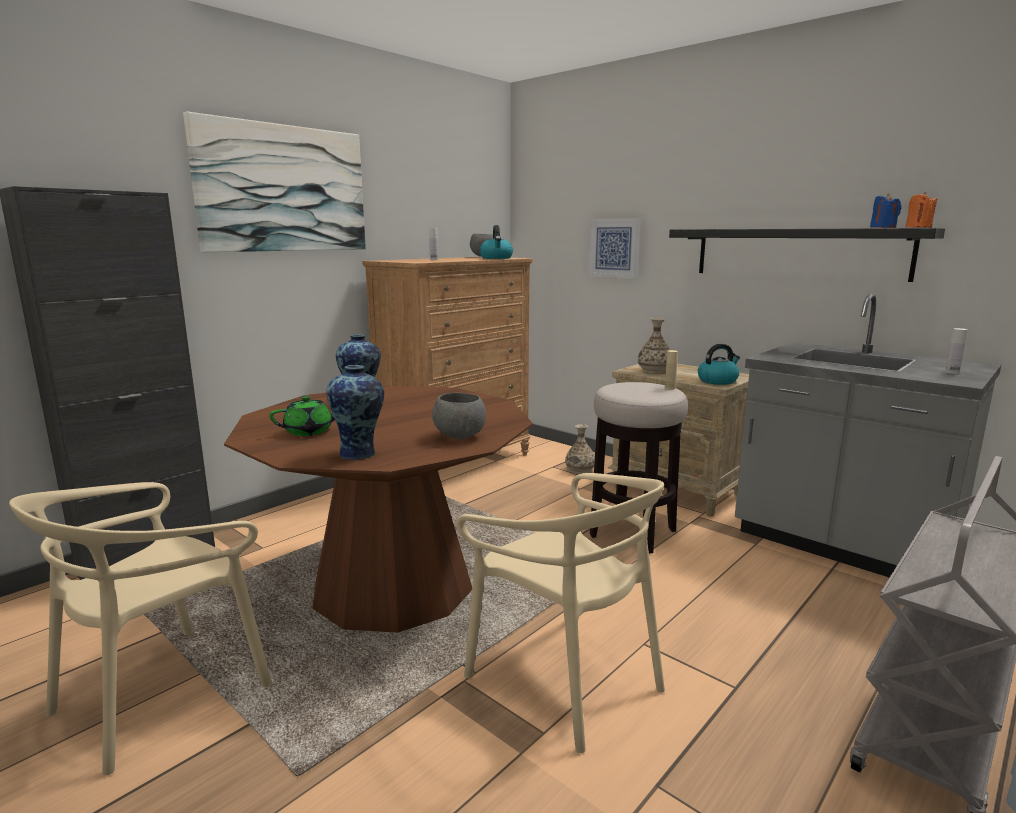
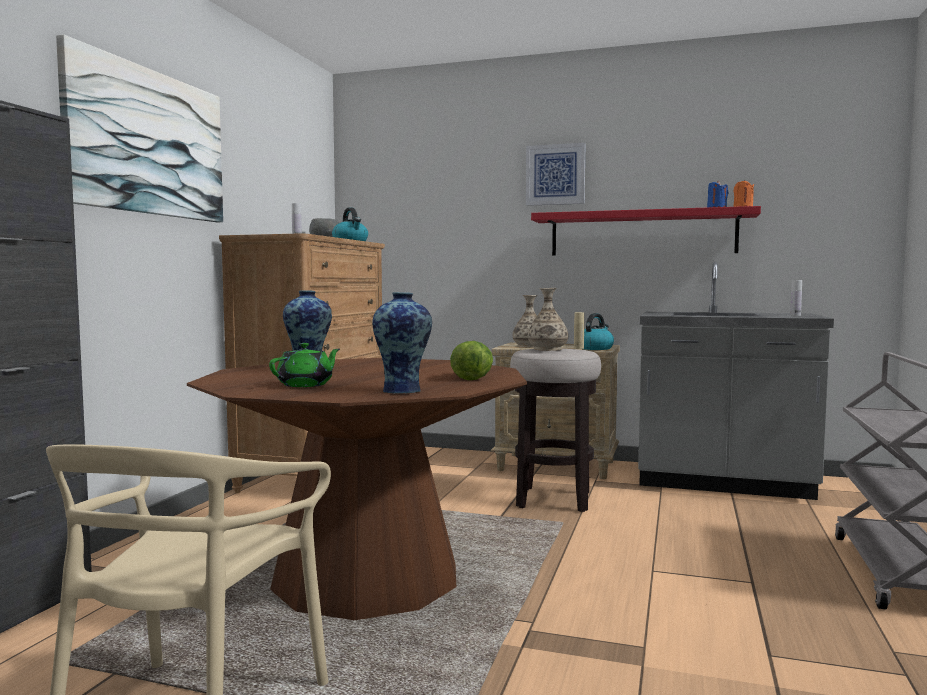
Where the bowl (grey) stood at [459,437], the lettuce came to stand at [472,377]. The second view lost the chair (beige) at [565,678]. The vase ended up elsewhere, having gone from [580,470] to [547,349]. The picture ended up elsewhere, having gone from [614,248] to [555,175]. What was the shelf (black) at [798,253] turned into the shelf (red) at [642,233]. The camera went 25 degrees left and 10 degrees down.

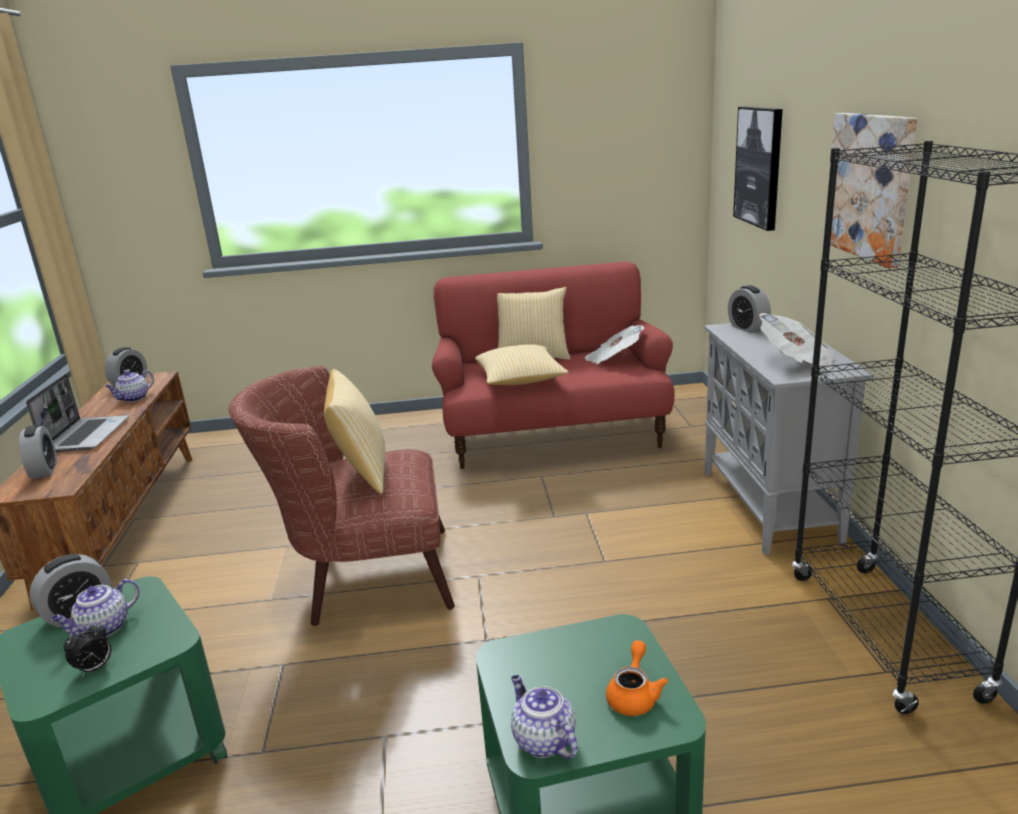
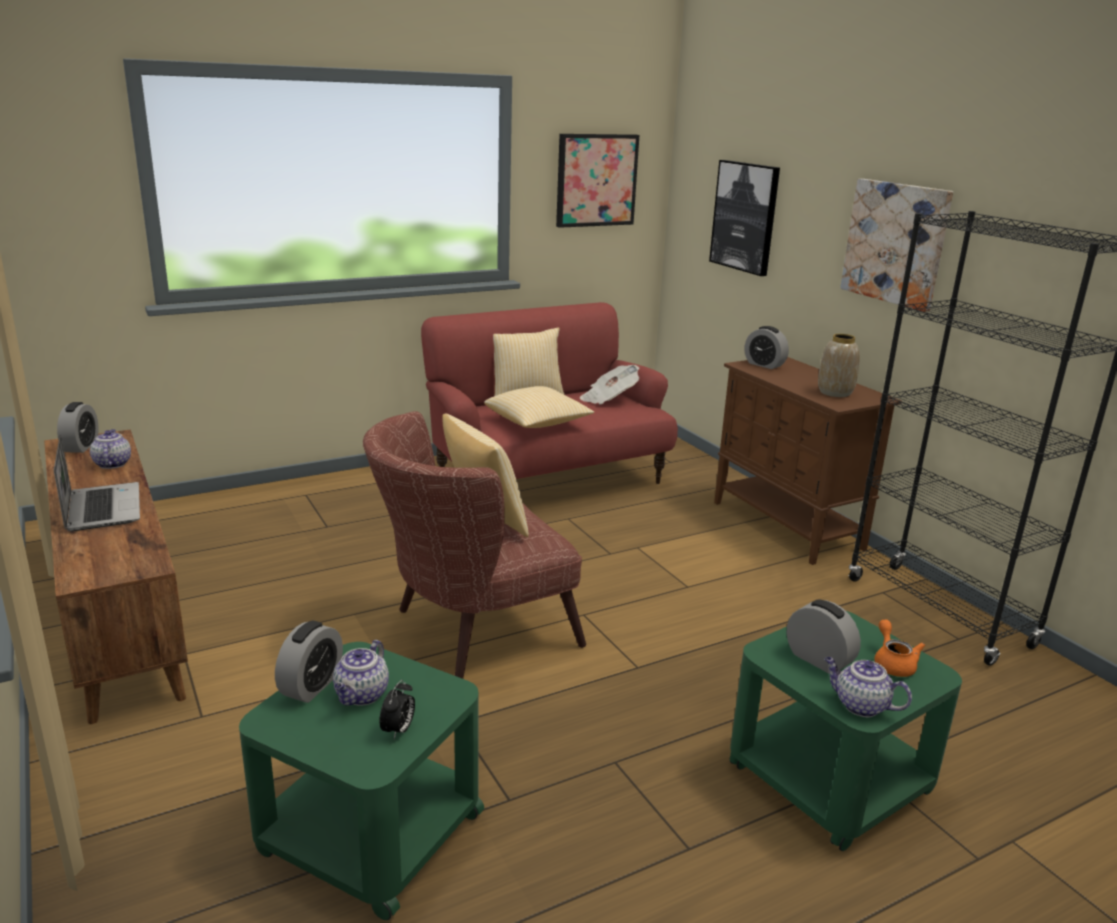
The alarm clock ended up elsewhere, having gone from [44,470] to [818,659]. The teapot at [134,398] ended up facing another way, 150 degrees clockwise from before. What was the cabinet (grey) at [770,507] turned into the cabinet (brown) at [788,526]. Where the newspaper stood at [796,362], the vase came to stand at [835,392]. The second view gained the picture at [596,180]. The camera went 25 degrees left and 0 degrees up.

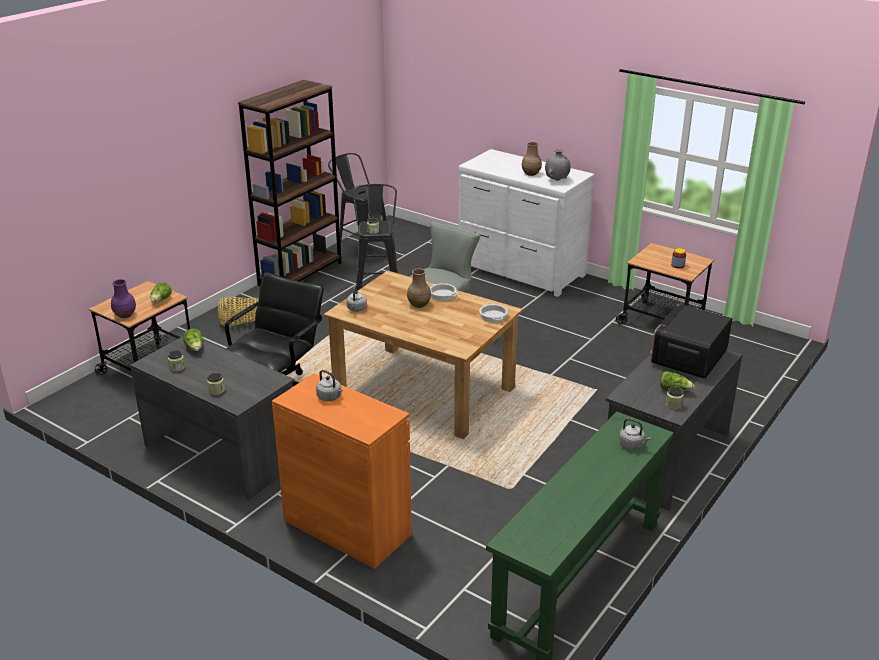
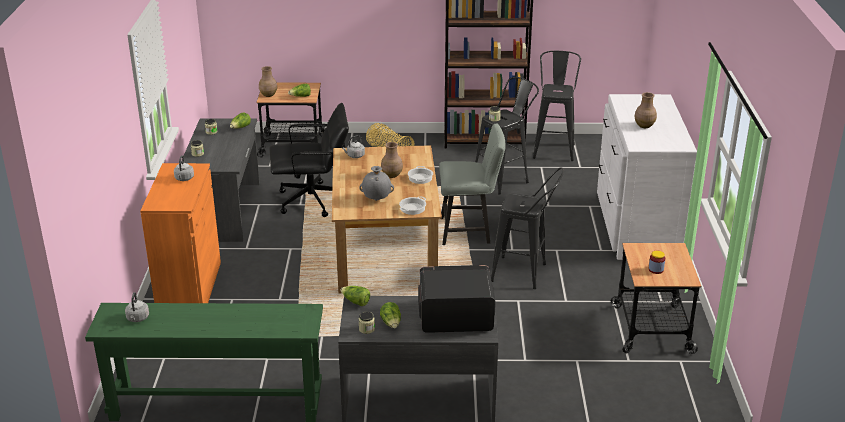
What was the vase (purple) at [125,315] turned into the vase (brown) at [268,95]. The vase (grey) ended up elsewhere, having gone from [557,180] to [377,199]. The kettle (grey) ended up elsewhere, having gone from [632,445] to [137,319]. The second view gained the lettuce at [355,302]. The second view gained the stool (black) at [525,274]. The camera went 55 degrees right and 0 degrees up.

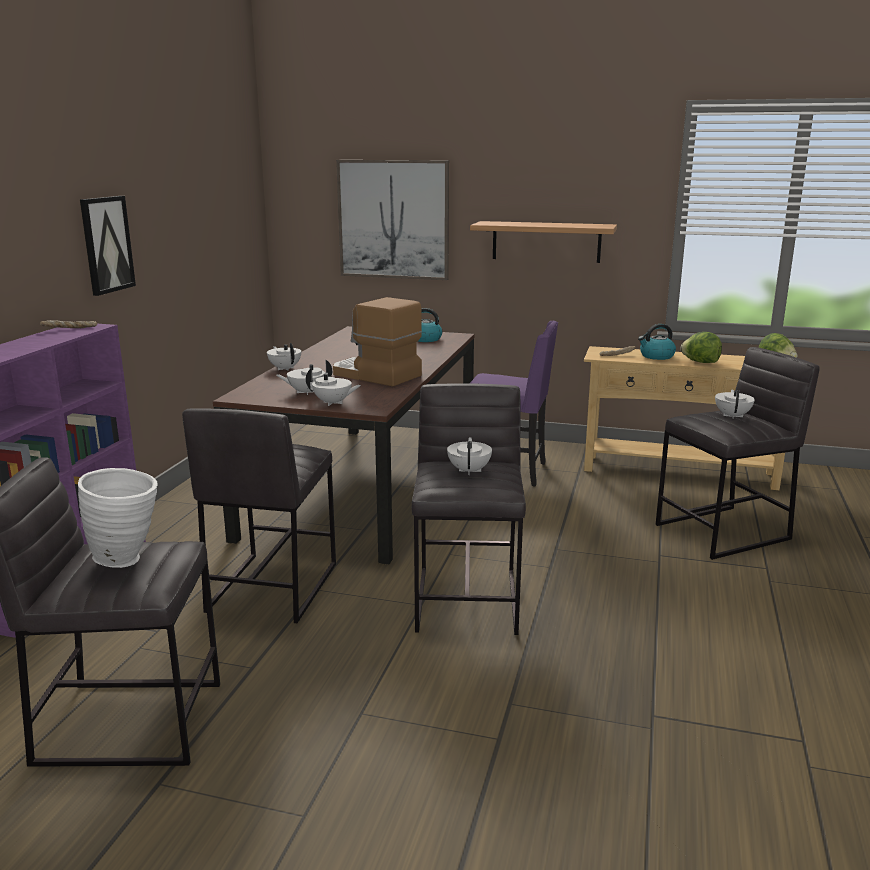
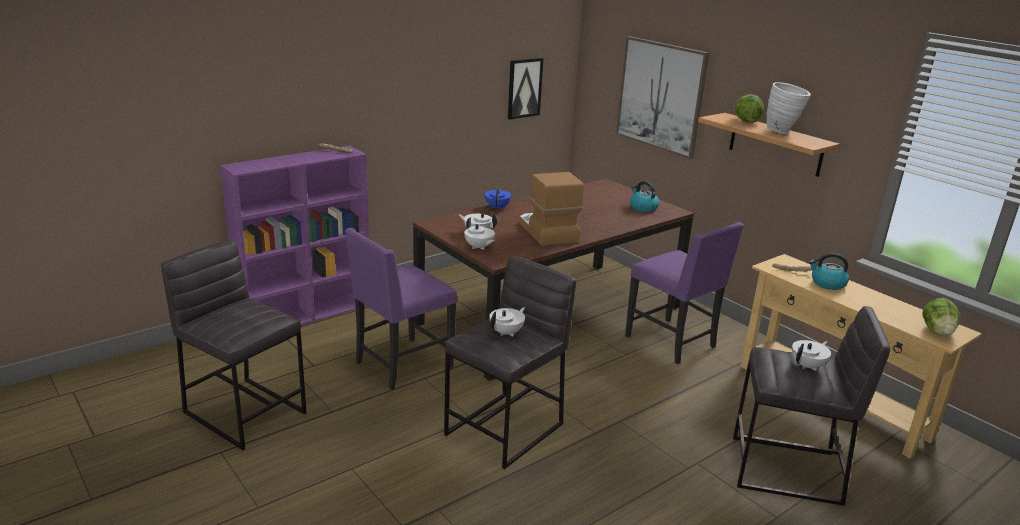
The vase (white) ended up elsewhere, having gone from [128,559] to [783,132]. The picture ended up elsewhere, having gone from [106,244] to [524,88]. Where the stool (grey) stood at [271,587], the chair (purple) came to stand at [401,365]. What was the teapot (white) at [285,368] turned into the teapot (blue) at [497,207]. The lettuce ended up elsewhere, having gone from [700,362] to [745,121]. The camera went 35 degrees right and 5 degrees up.

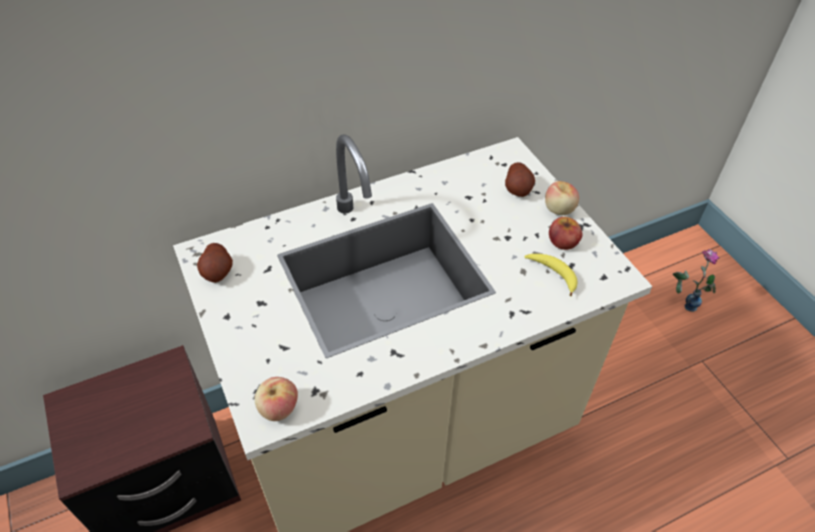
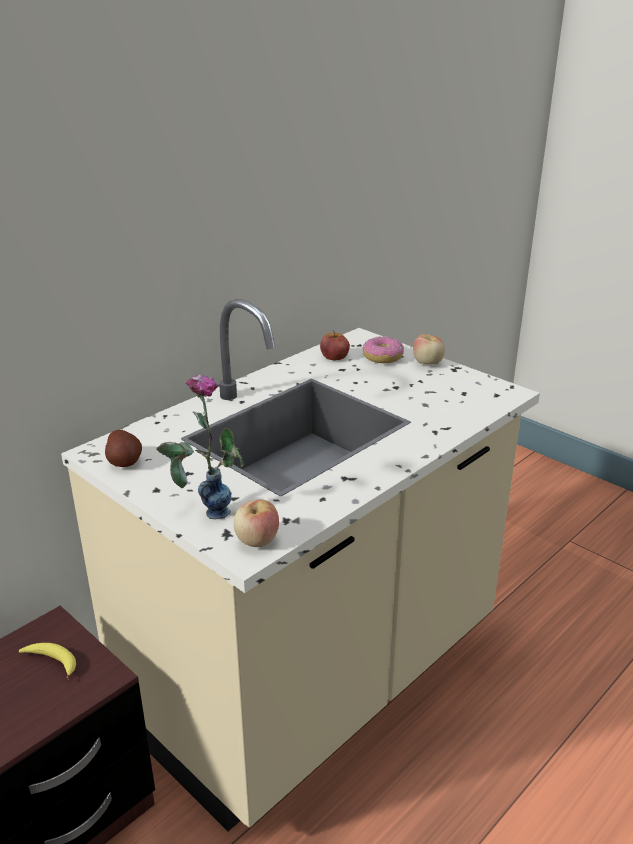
Where the potato stood at [518,189], the donut came to stand at [383,357]. The banana ended up elsewhere, having gone from [553,274] to [52,662]. The apple ended up elsewhere, having gone from [563,241] to [334,356]. The vase ended up elsewhere, having gone from [683,302] to [204,508]. The camera went 20 degrees left and 20 degrees down.

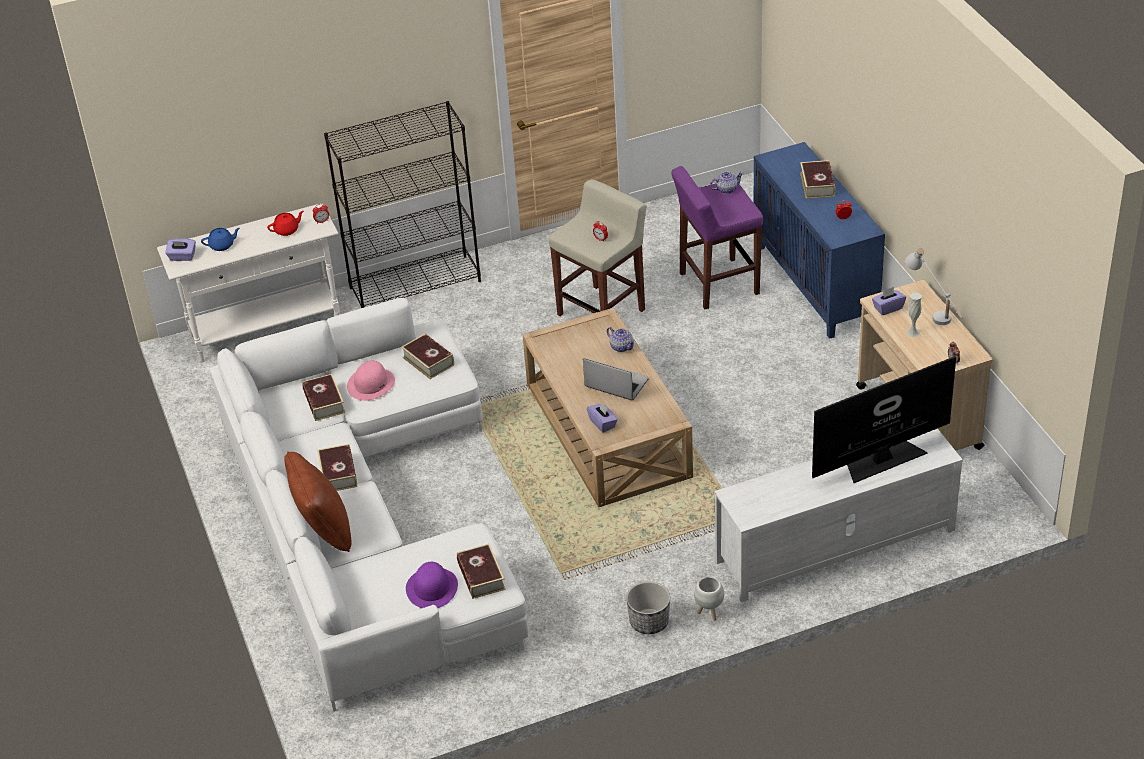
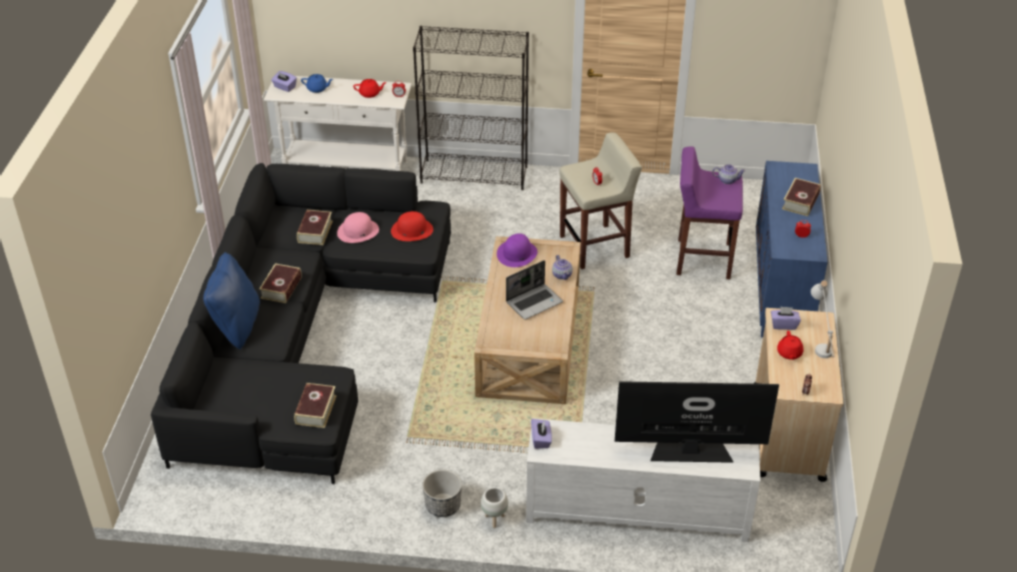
What was the sofa (white) at [365,522] turned into the sofa (black) at [301,335]. What was the pillow (brown) at [324,530] turned into the pillow (blue) at [237,326]. Where the book stood at [428,361], the hat (red) came to stand at [411,230]. The hat (purple) ended up elsewhere, having gone from [432,588] to [517,253]. The laptop at [615,384] ended up facing another way, 90 degrees clockwise from before. The tissue box (purple) ended up elsewhere, having gone from [602,423] to [541,440]. Where the vase (white) stood at [913,332], the teapot (red) came to stand at [789,353]. The camera went 25 degrees right and 0 degrees up.

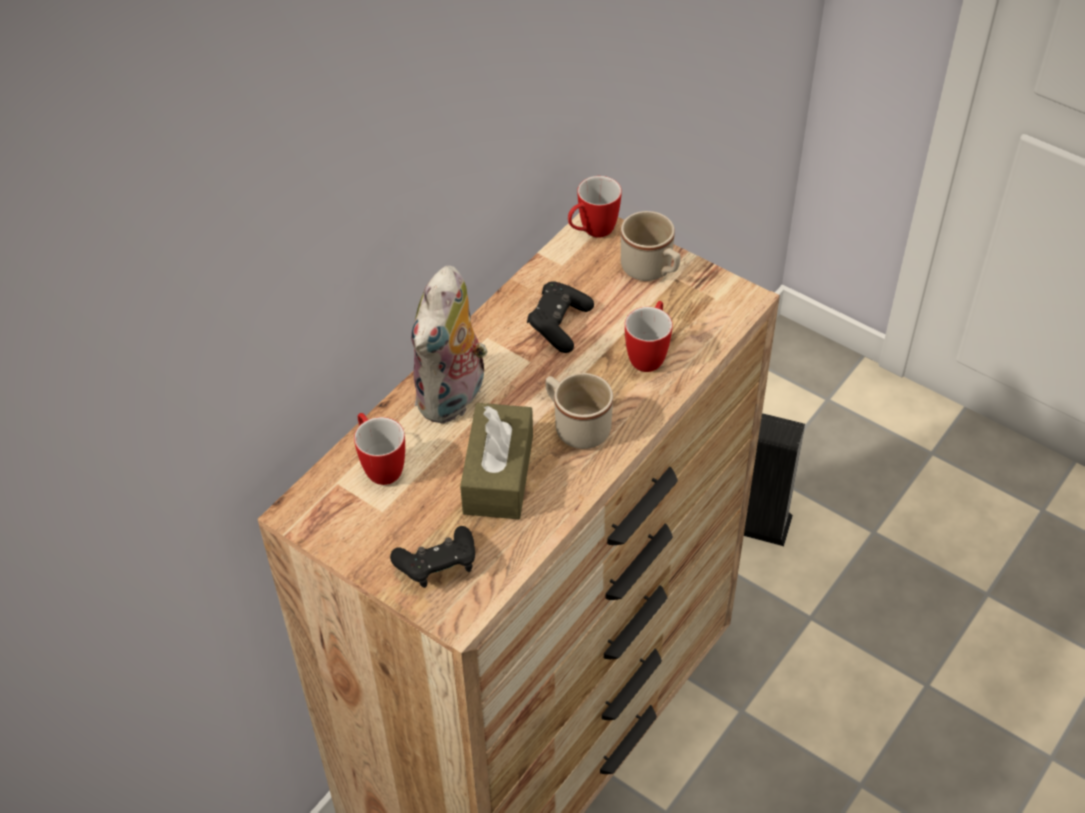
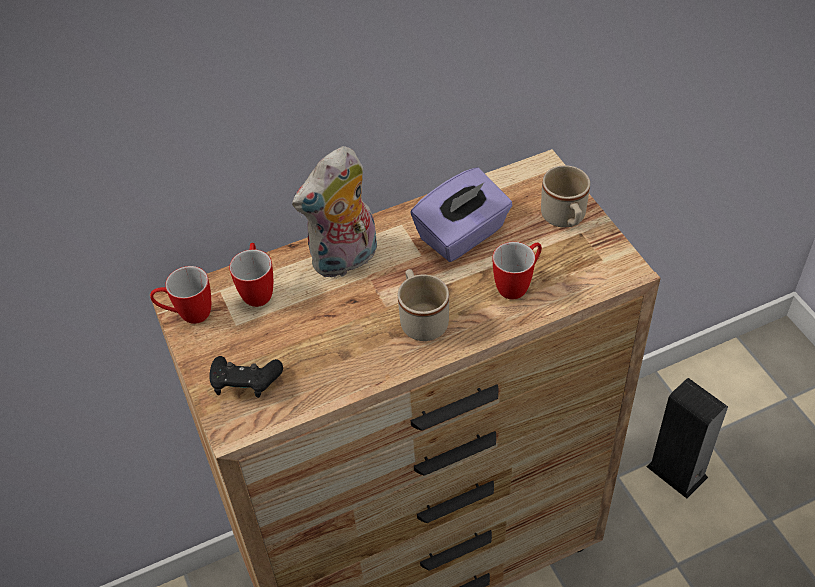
The second view lost the tissue box (brown) at [498,474]. Where the game controller (black) stood at [559,325], the tissue box (purple) came to stand at [462,235]. The mug ended up elsewhere, having gone from [591,232] to [187,315]. The camera went 30 degrees right and 0 degrees up.

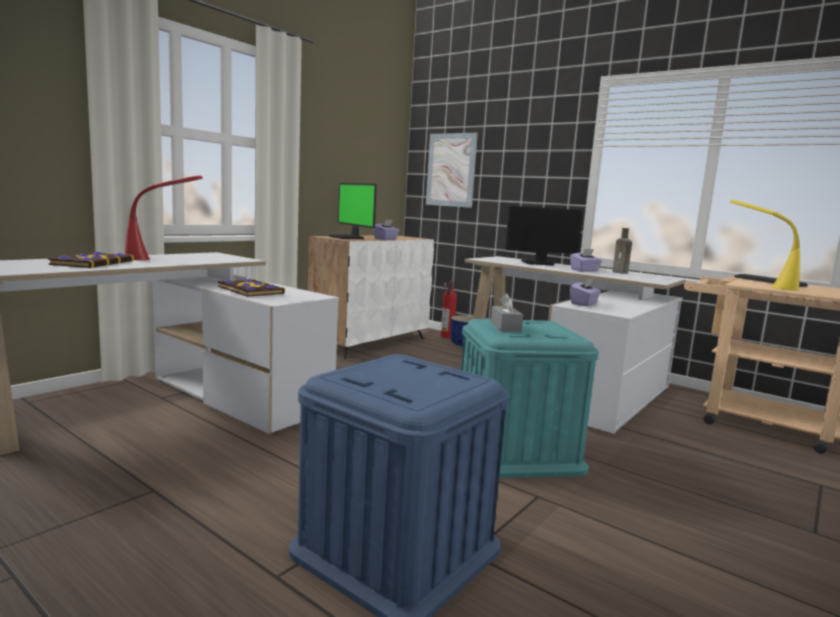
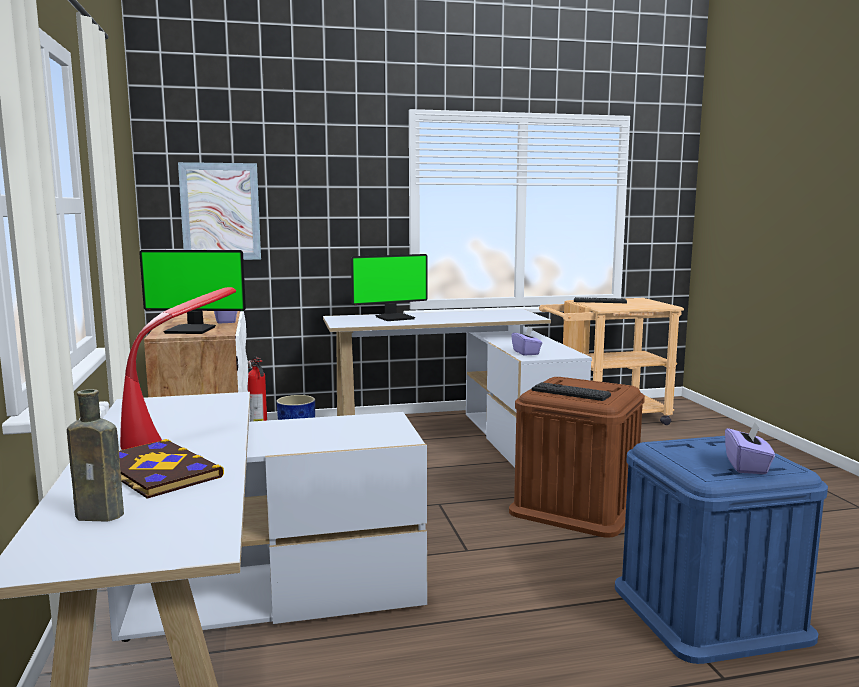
The second view lost the book at [249,290]. What was the storage box (turquoise) at [515,449] turned into the storage box (brown) at [576,506]. Where the tissue box (grey) stood at [505,327], the keyboard came to stand at [570,393]. The monitor at [537,263] ended up facing another way, 150 degrees counterclockwise from before. The tissue box (purple) ended up elsewhere, having gone from [584,270] to [747,466]. The bottle (brown) ended up elsewhere, having gone from [621,272] to [103,515]. The second view lost the table lamp (yellow) at [755,284]. The camera went 50 degrees left and 0 degrees up.

